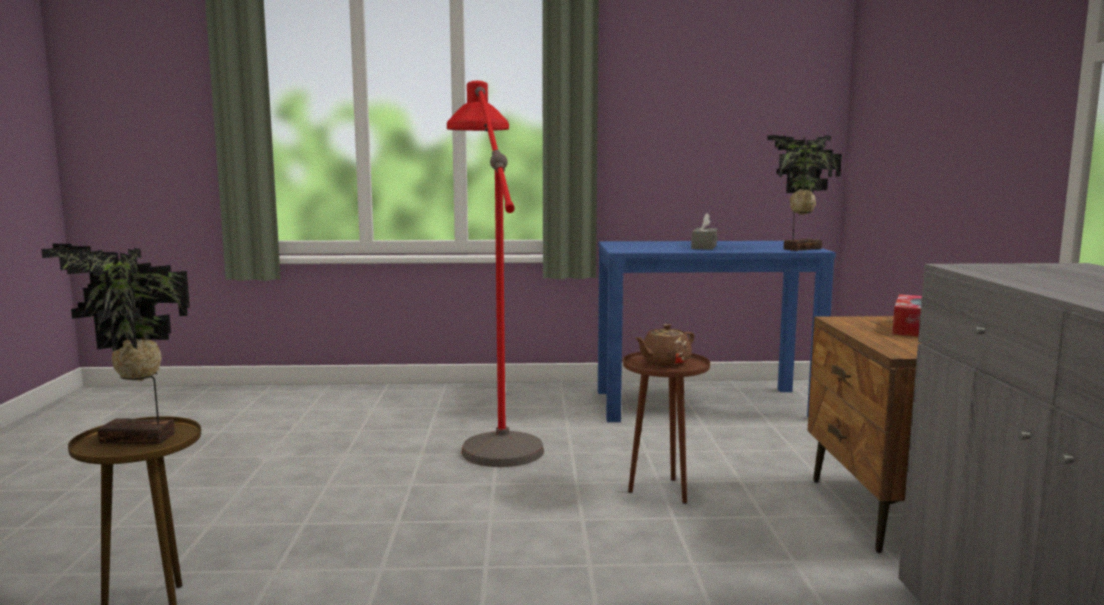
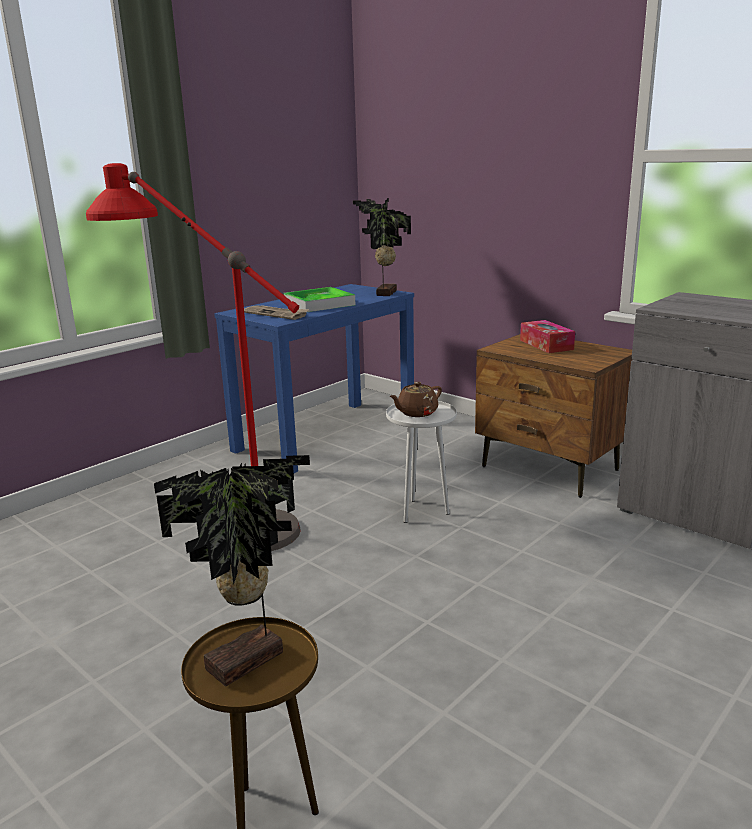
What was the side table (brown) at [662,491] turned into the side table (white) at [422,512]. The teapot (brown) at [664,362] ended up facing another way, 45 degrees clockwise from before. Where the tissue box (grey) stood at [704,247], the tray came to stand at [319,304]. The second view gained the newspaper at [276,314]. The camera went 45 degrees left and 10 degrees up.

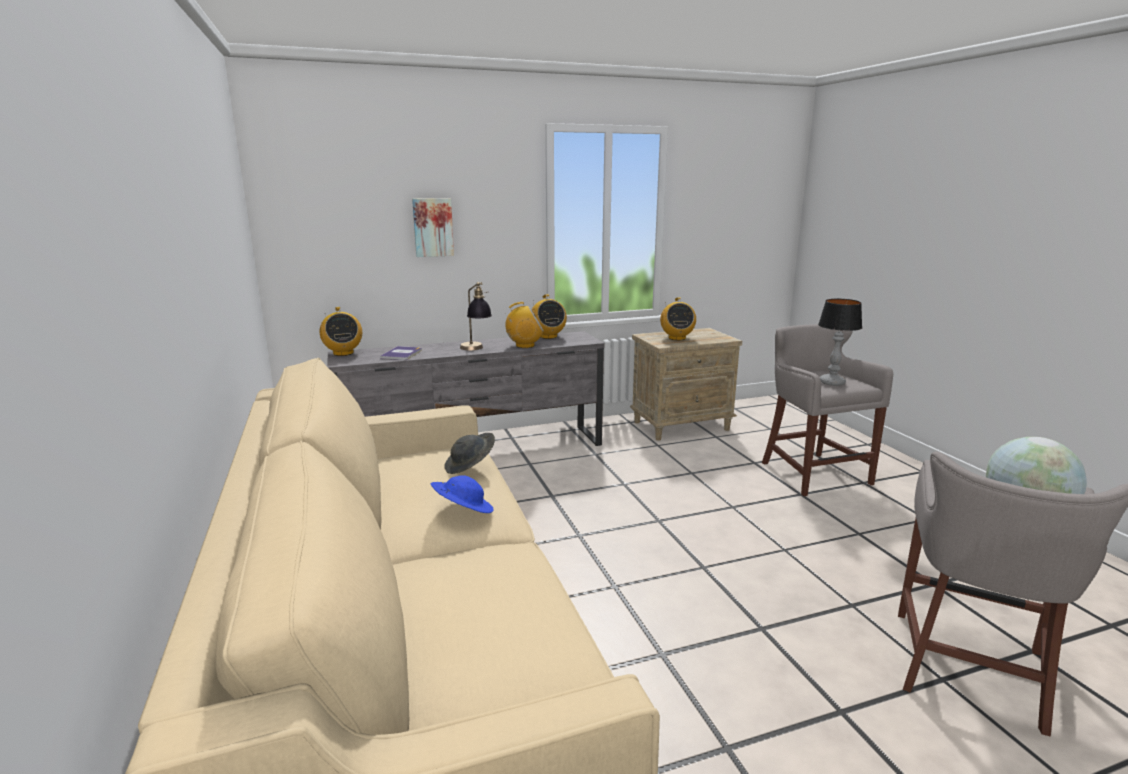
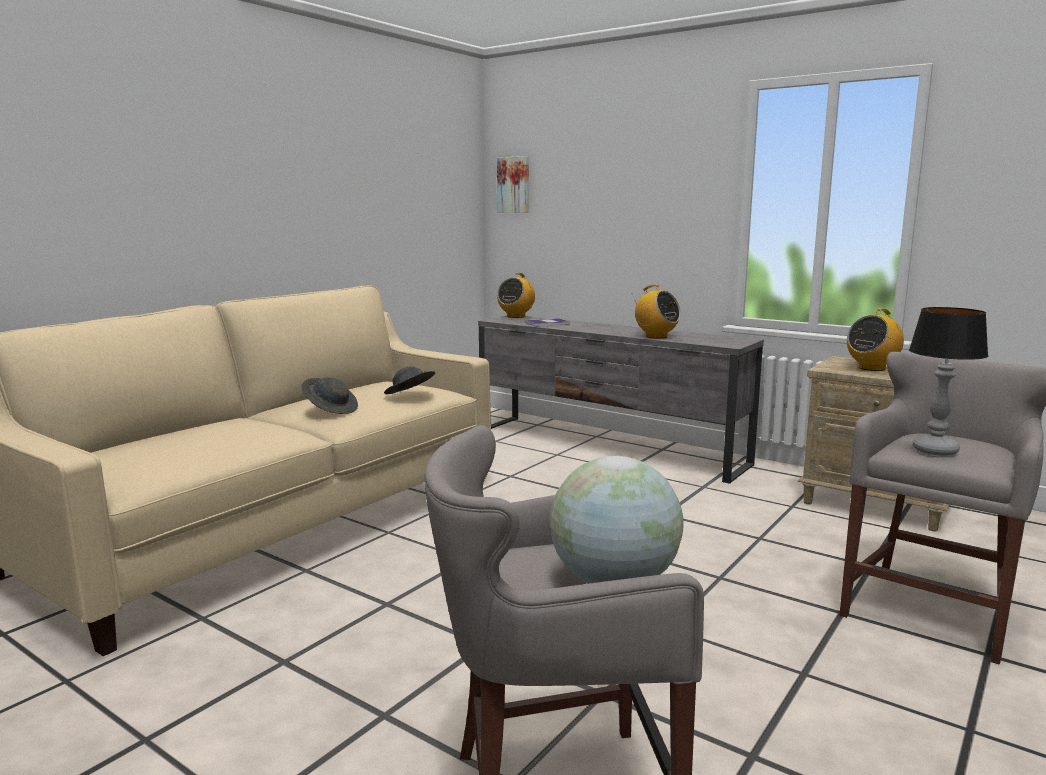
The picture ended up elsewhere, having gone from [433,227] to [514,185]. What was the hat (blue) at [462,511] turned into the hat (grey) at [331,409]. The second view lost the table lamp at [476,349]. The second view lost the radio at [548,336]. The camera went 55 degrees right and 5 degrees down.

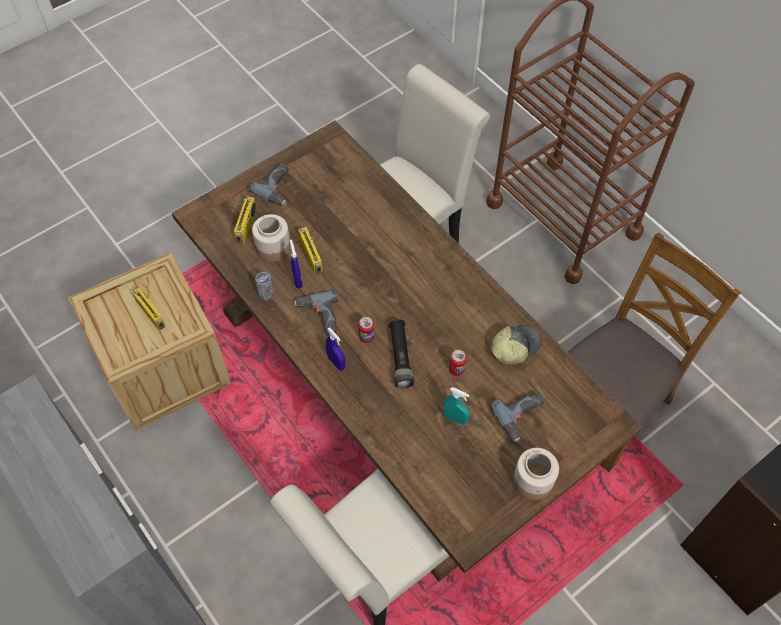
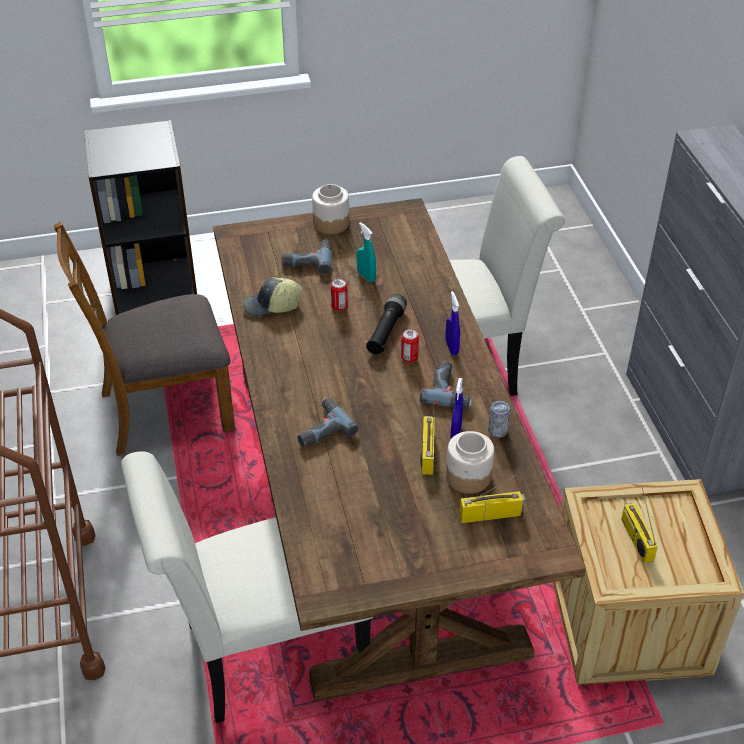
The radio at [246,226] ended up facing another way, 45 degrees clockwise from before. The power drill ended up elsewhere, having gone from [278,188] to [320,428]. The camera went 155 degrees left and 15 degrees down.

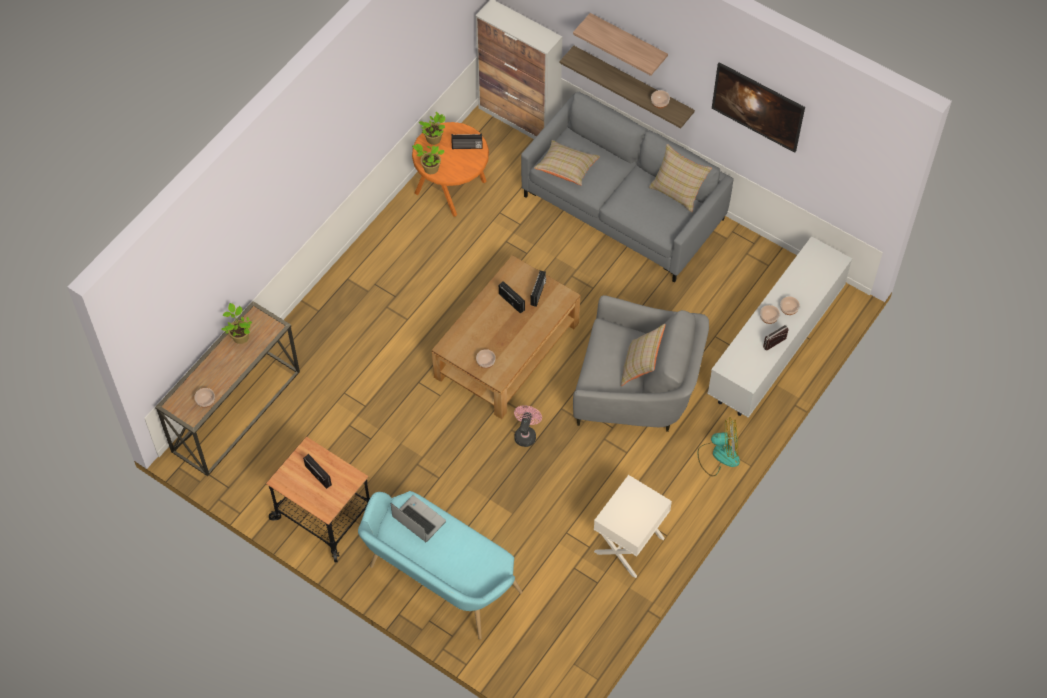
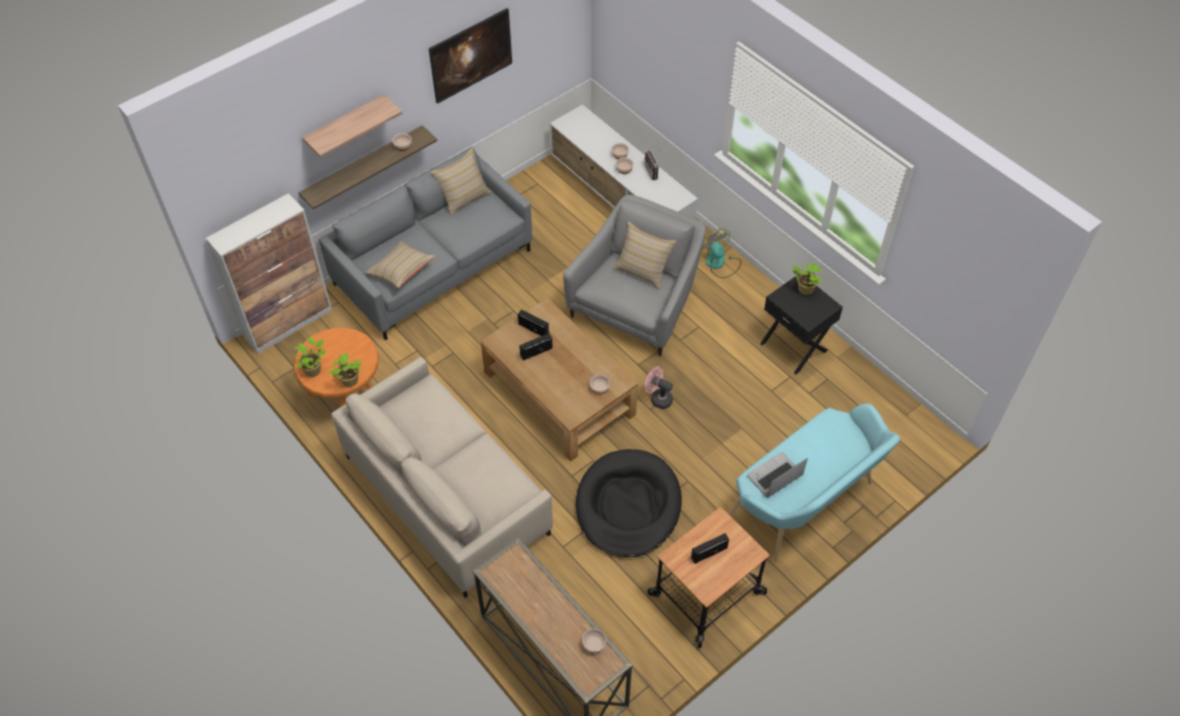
The potted plant ended up elsewhere, having gone from [240,336] to [804,289]. The second view lost the radio at [467,147]. What was the nightstand (white) at [630,545] turned into the nightstand (black) at [794,346]. The fan at [718,455] ended up facing another way, 45 degrees counterclockwise from before. The second view gained the sofa (beige) at [447,494]. The second view gained the dog bed (black) at [628,506]. The camera went 75 degrees left and 5 degrees down.

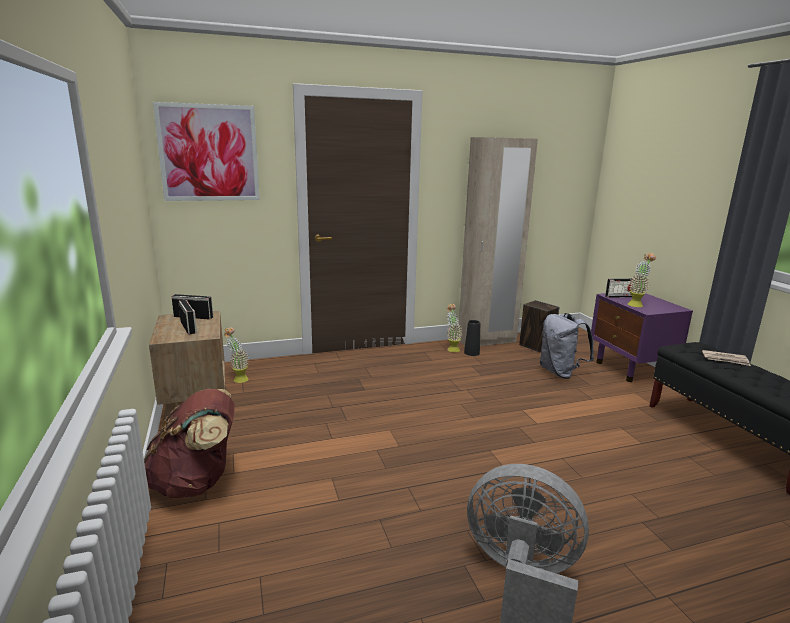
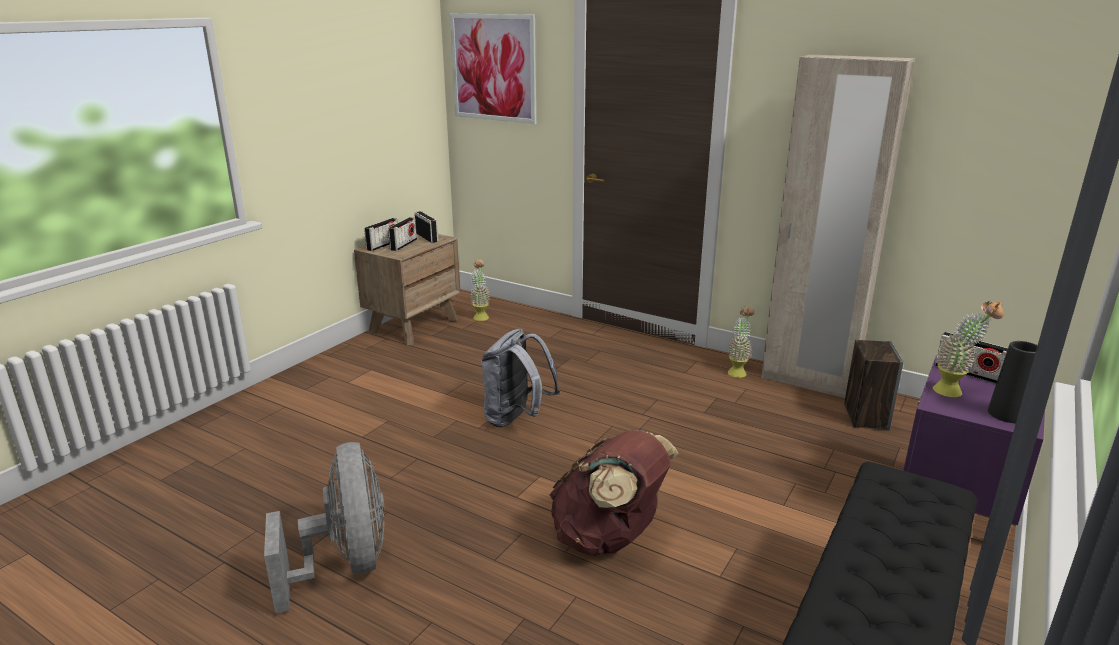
The backpack (brown) ended up elsewhere, having gone from [197,482] to [609,538]. The vase (black) ended up elsewhere, having gone from [471,352] to [1007,414]. The backpack (grey) ended up elsewhere, having gone from [560,373] to [516,419]. The second view lost the newspaper at [725,359]. The second view gained the radio at [383,245]. The camera went 50 degrees right and 5 degrees up.

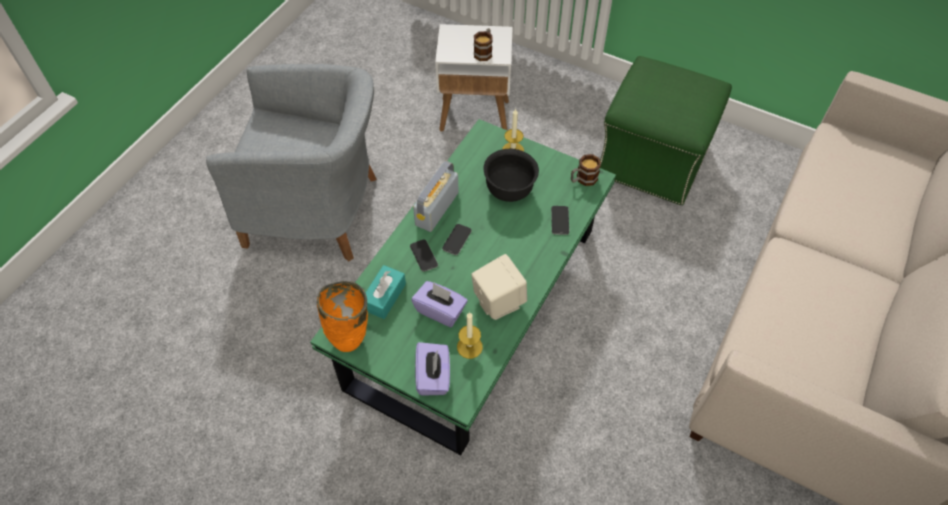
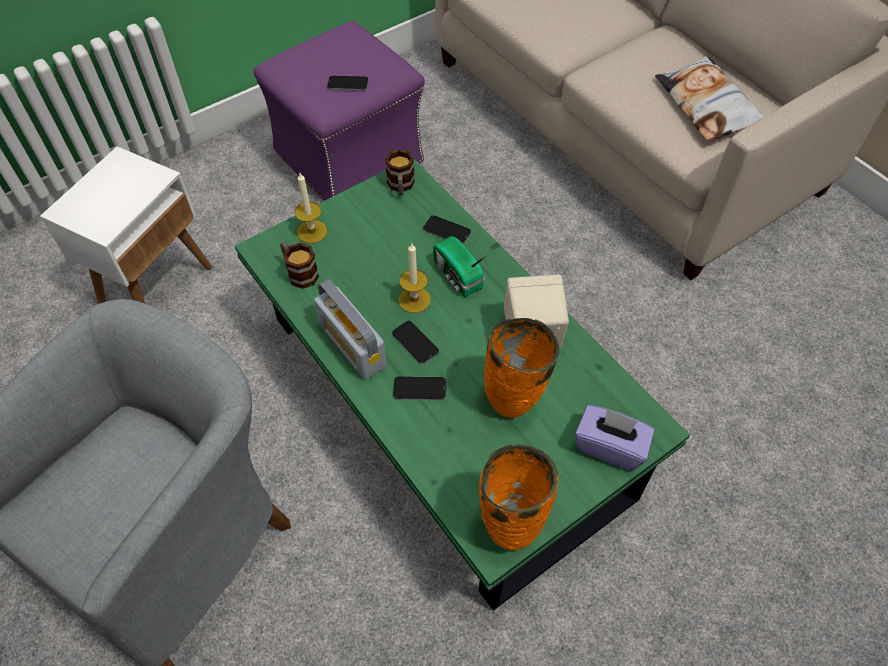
The second view lost the tissue box (turquoise) at [384,297]. Where the tissue box (purple) stood at [440,310], the vase (orange) came to stand at [515,402]. The candle ended up elsewhere, having gone from [469,347] to [414,300]. The mug ended up elsewhere, having gone from [484,51] to [299,272]. The second view lost the bowl (black) at [509,191]. What was the ottoman (green) at [654,160] turned into the ottoman (purple) at [350,156]. The second view gained the phone at [347,84]. The second view gained the radio at [457,276]. The second view gained the pillow at [707,106]. The camera went 65 degrees left and 0 degrees up.

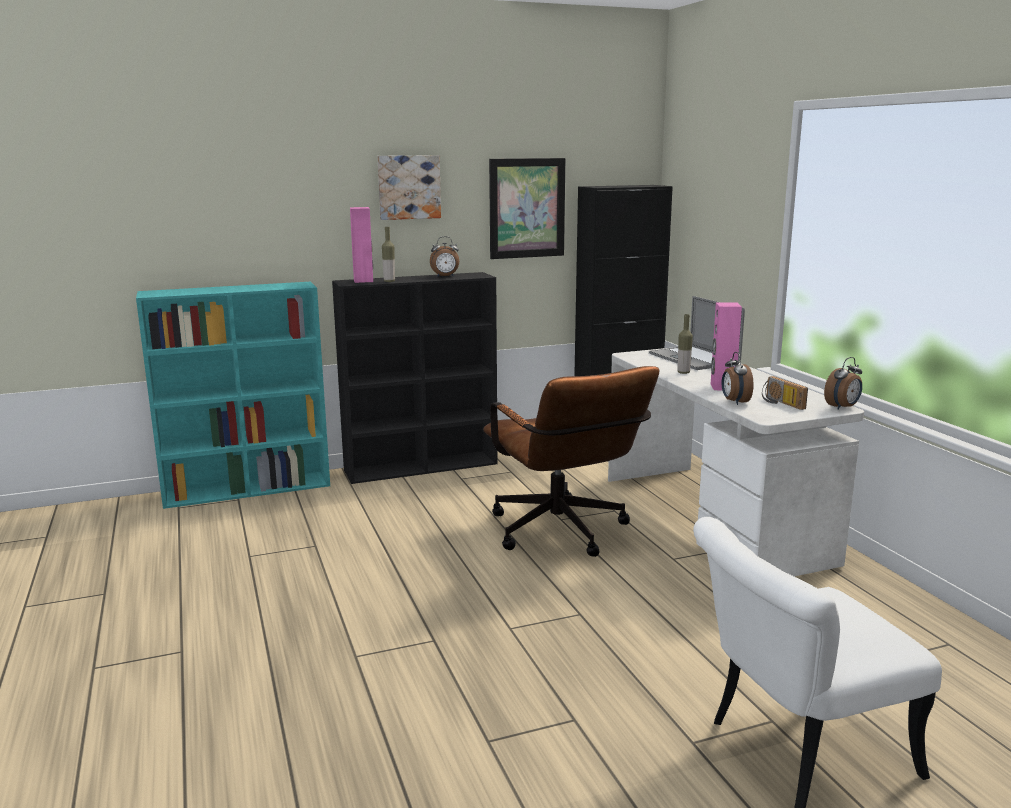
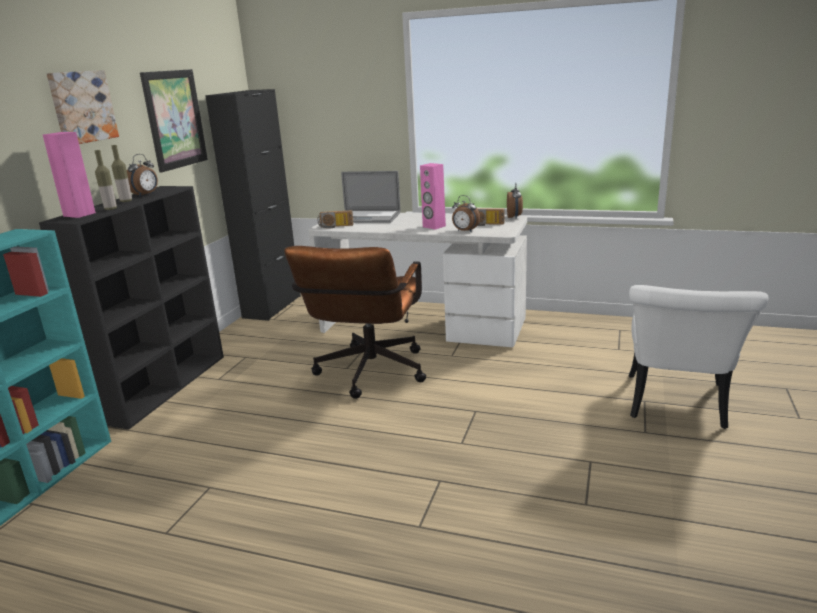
The office chair (brown) at [563,534] ended up facing another way, 90 degrees clockwise from before. The bottle ended up elsewhere, having gone from [683,372] to [126,201]. The second view gained the radio at [335,226]. The camera went 50 degrees left and 5 degrees up.

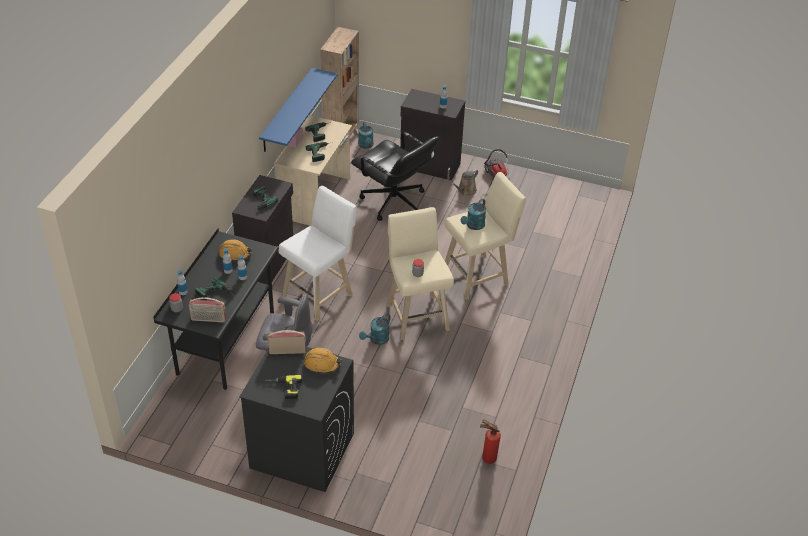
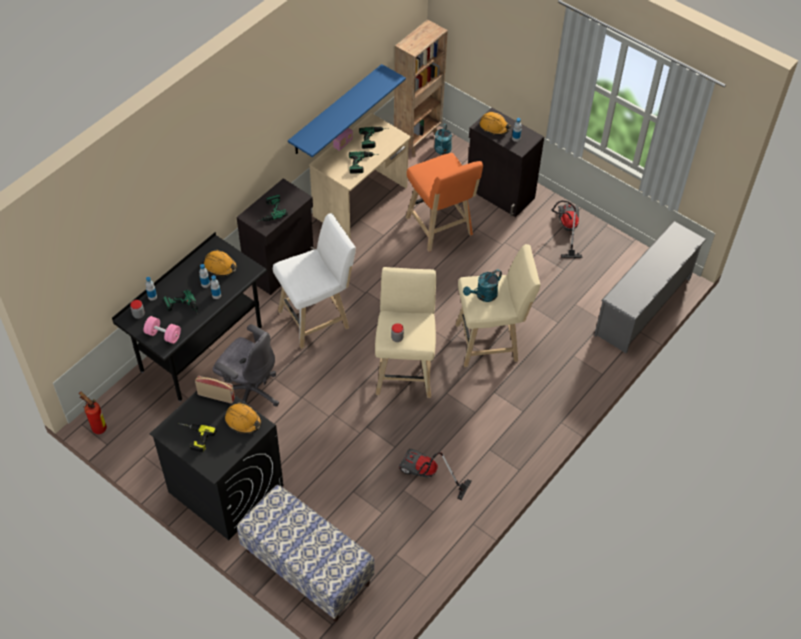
Where the radio stood at [208,319], the dumbbell (pink) came to stand at [163,335]. Where the office chair (black) stood at [394,202], the stool (orange) came to stand at [440,229]. The second view lost the watering can (turquoise) at [377,340]. The second view lost the watering can (brown) at [465,191]. The fire extinguisher ended up elsewhere, having gone from [487,458] to [98,427]. The second view gained the bench at [307,567]. The second view gained the vacuum cleaner at [427,476]. The second view gained the hard hat (orange) at [494,127]. The second view gained the shoe rack (grey) at [644,307]. The camera went 20 degrees right and 10 degrees up.

